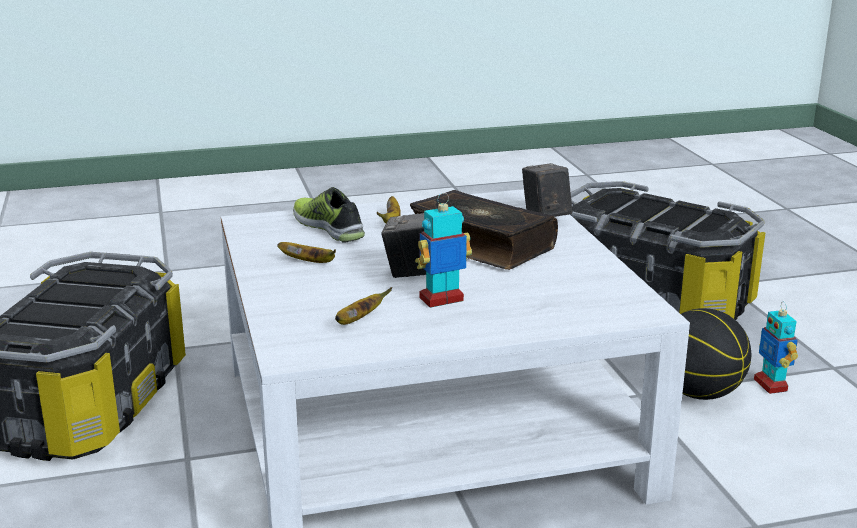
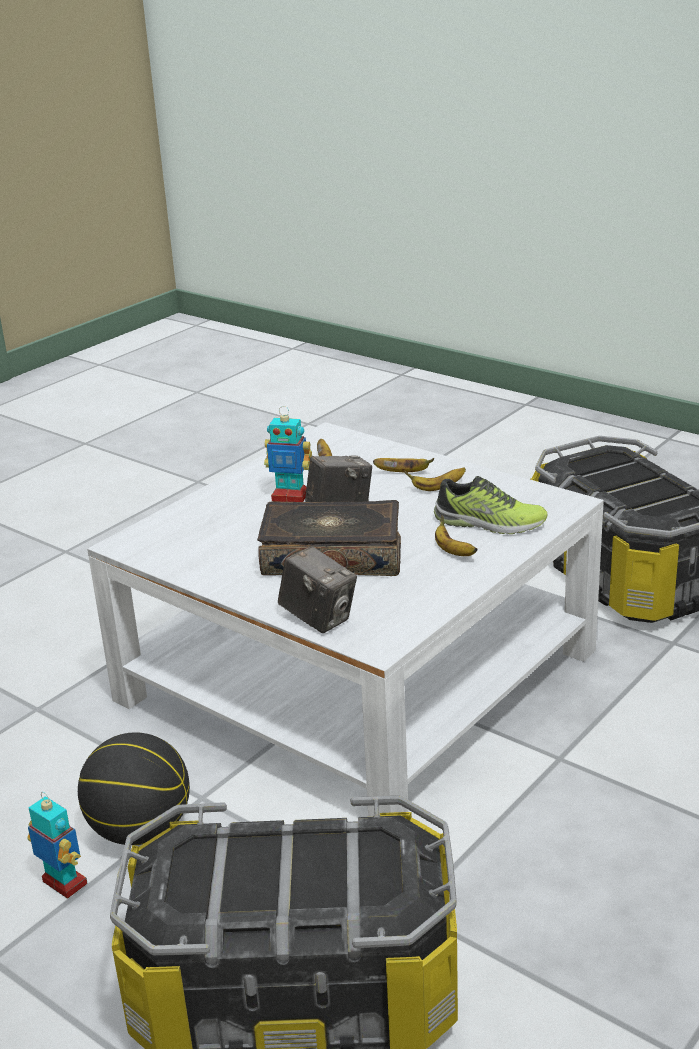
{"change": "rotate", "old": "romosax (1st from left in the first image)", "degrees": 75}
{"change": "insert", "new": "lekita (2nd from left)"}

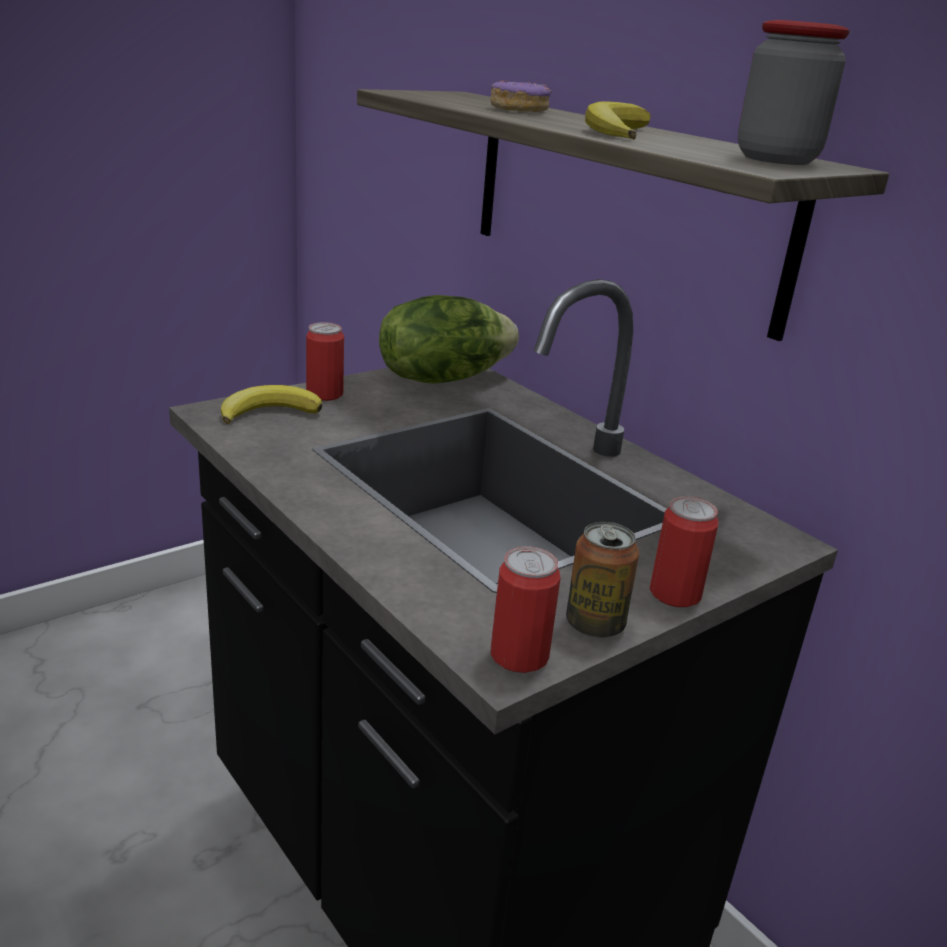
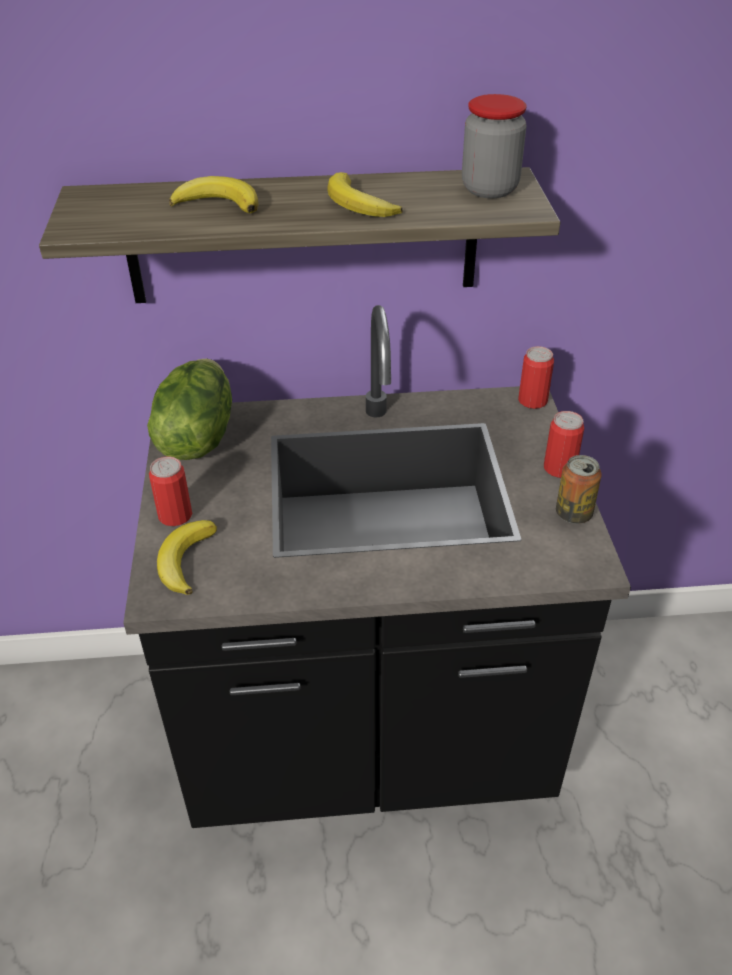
{"change": "replace", "old": "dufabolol", "new": "lekita (2nd from left)"}
{"change": "move", "old": "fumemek (2nd from left)"}

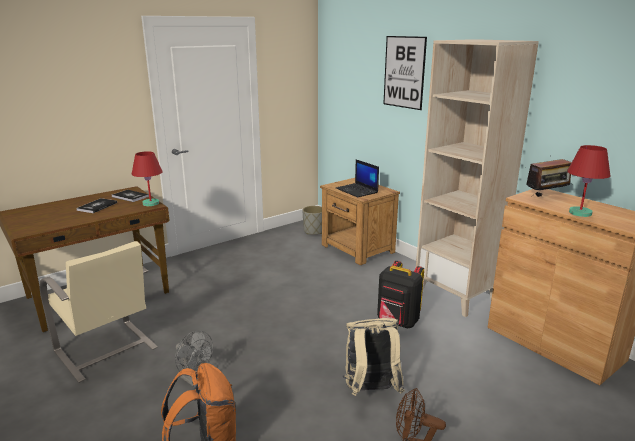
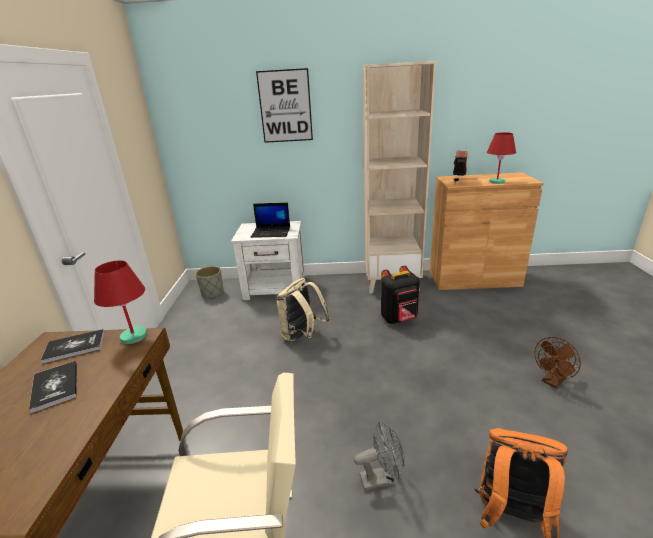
{"change": "recolor", "old": "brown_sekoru", "new": "white_sekoru"}
{"change": "move", "old": "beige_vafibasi"}

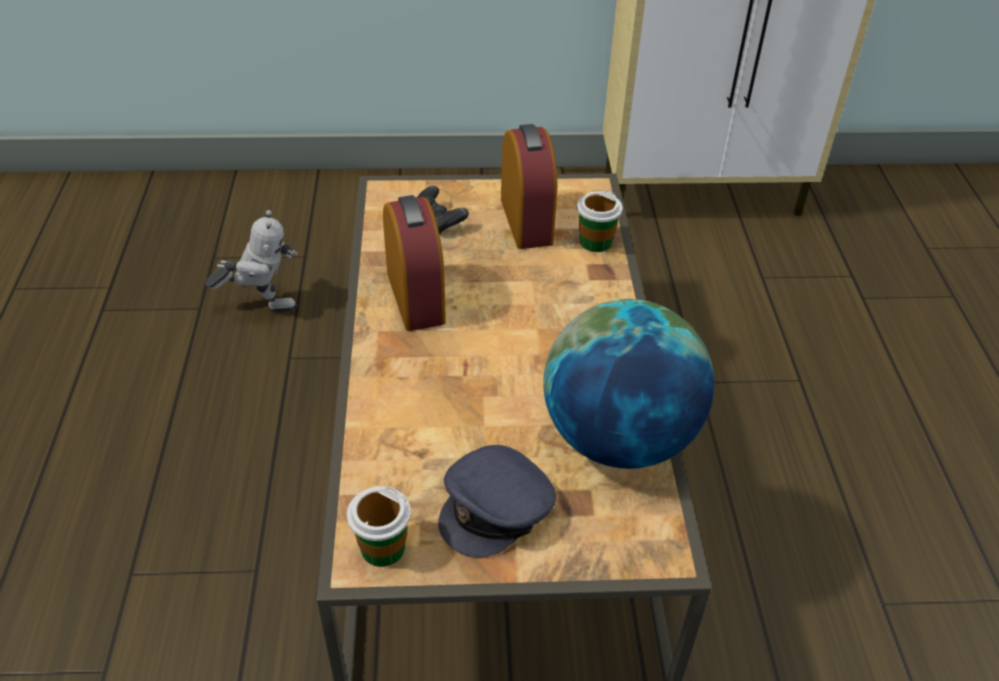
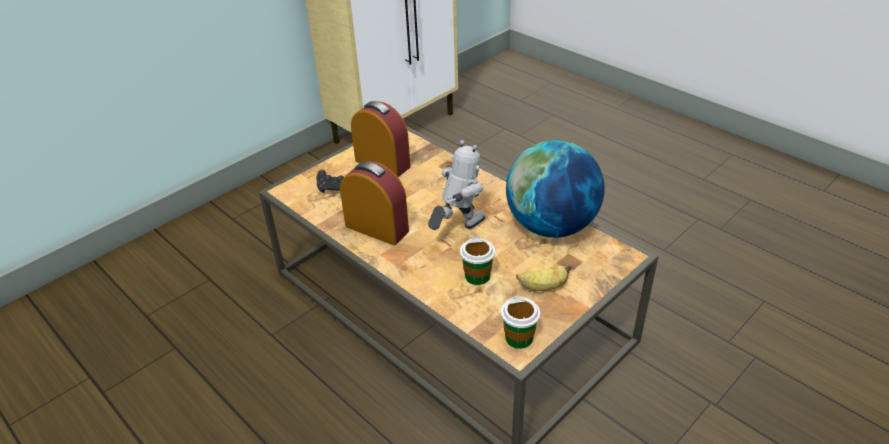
{"change": "move", "old": "romosax"}
{"change": "move", "old": "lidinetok (2nd from left in the first image)", "new": "lidinetok (1st from left)"}
{"change": "replace", "old": "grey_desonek", "new": "lekita"}

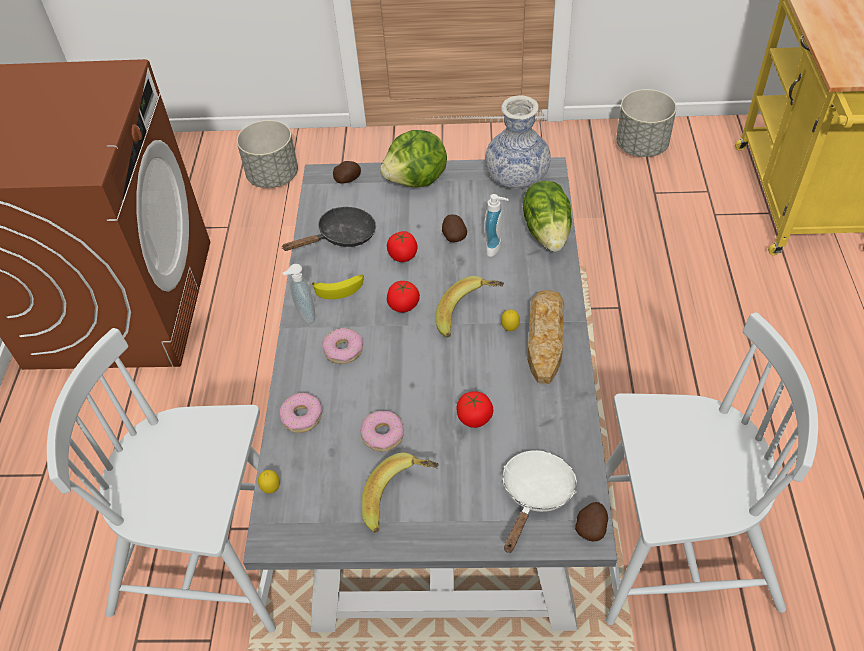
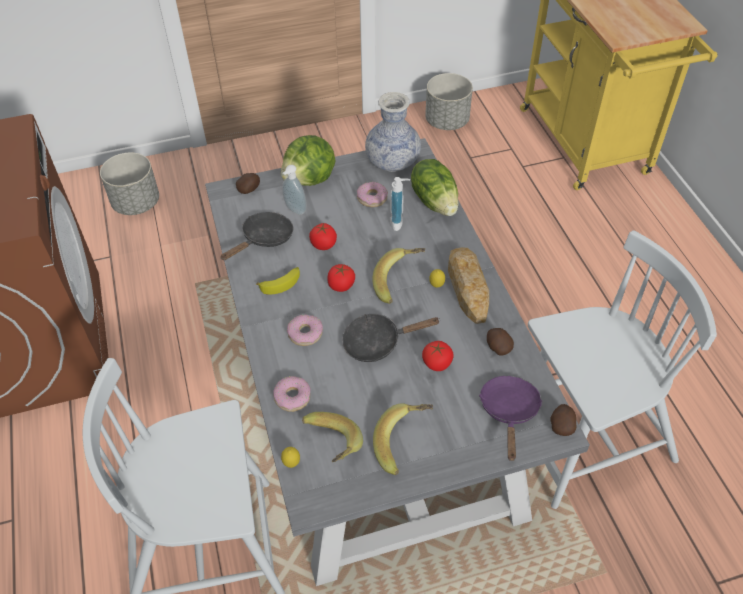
{"change": "move", "old": "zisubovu (1st from left)"}
{"change": "insert", "new": "lekita (2nd from left)"}
{"change": "insert", "new": "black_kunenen (2nd from left)"}
{"change": "move", "old": "dufabolol (3rd from left)"}
{"change": "recolor", "old": "white_kunenen", "new": "purple_kunenen"}
{"change": "move", "old": "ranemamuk (2nd from left)"}

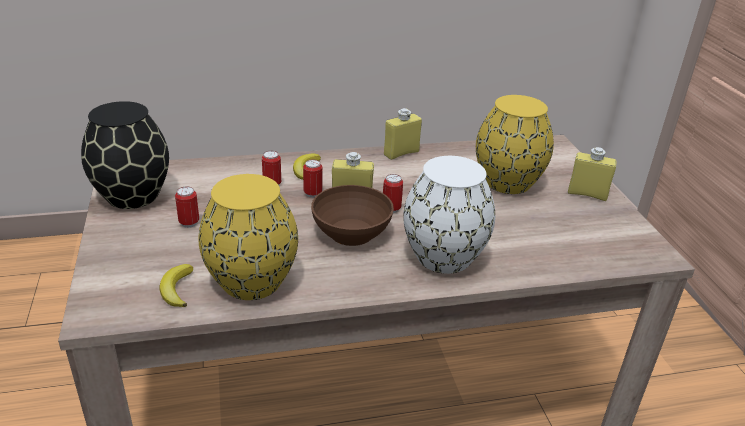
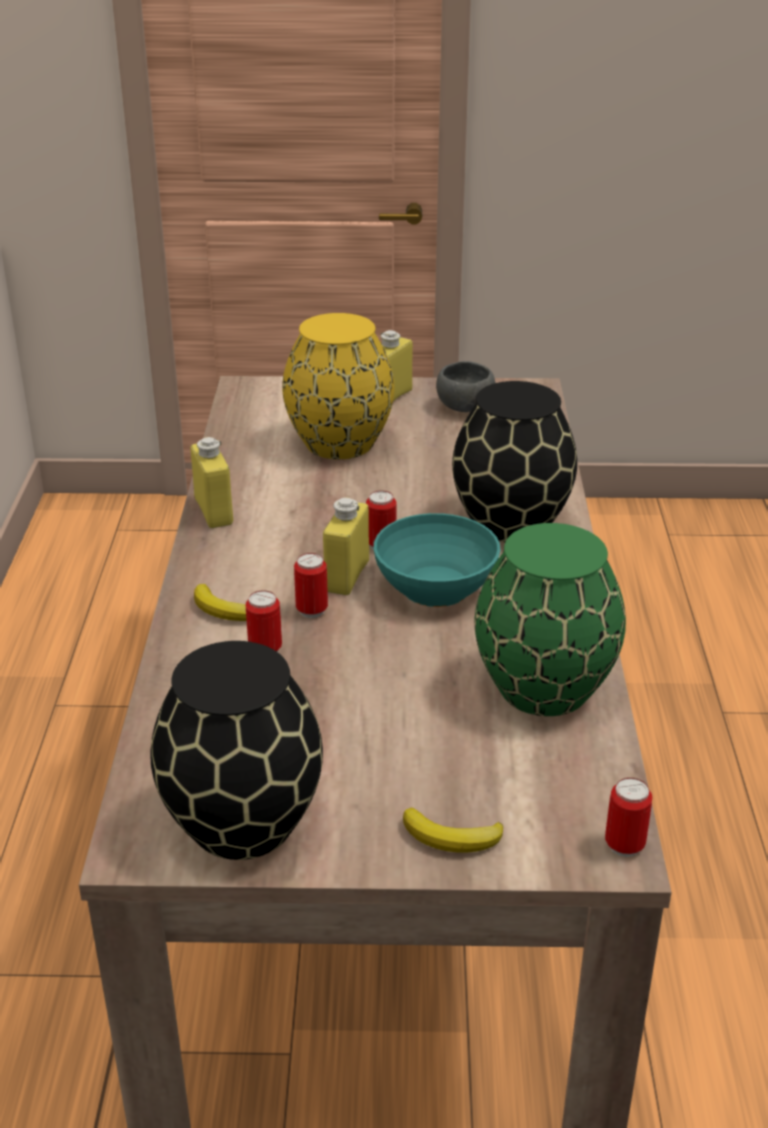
{"change": "recolor", "old": "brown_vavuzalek", "new": "turquoise_vavuzalek"}
{"change": "move", "old": "lekita (1st from left in the first image)", "new": "lekita (2nd from left)"}
{"change": "insert", "new": "grey_vavuzalek"}
{"change": "recolor", "old": "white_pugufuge", "new": "black_pugufuge (2nd from left)"}
{"change": "recolor", "old": "yellow_pugufuge (1st from left)", "new": "green_pugufuge"}
{"change": "move", "old": "fumemek (1st from left in the first image)", "new": "fumemek (4th from left)"}

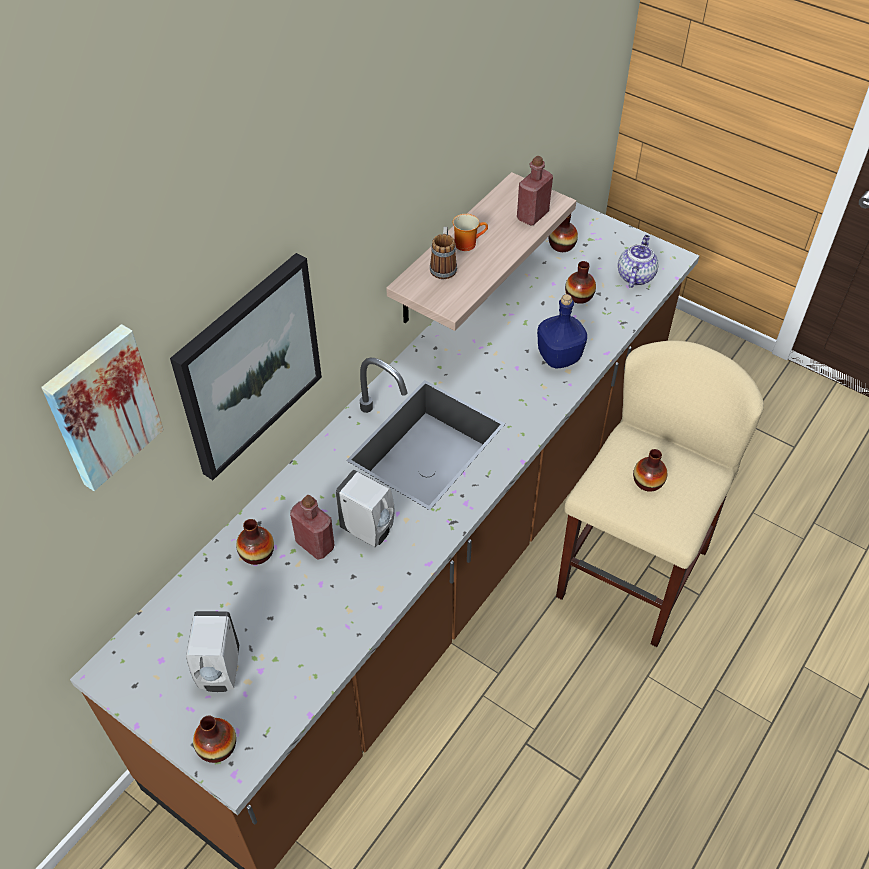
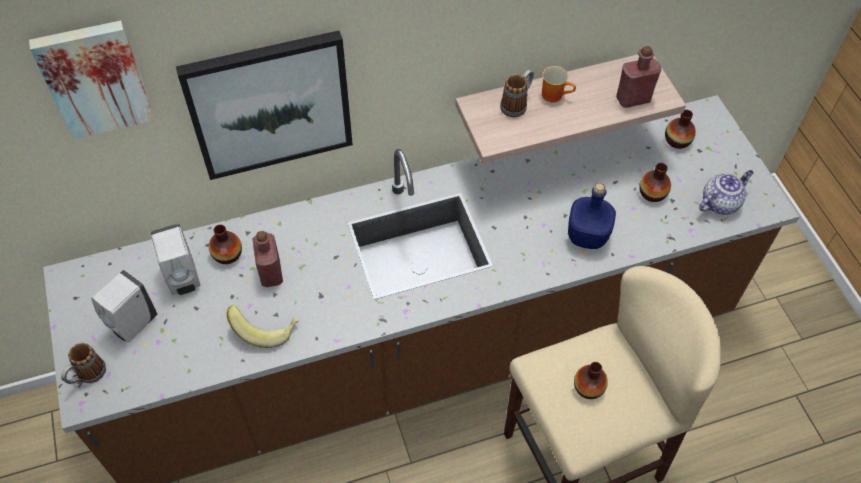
{"change": "replace", "old": "pugufuge (1st from left)", "new": "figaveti (1st from left)"}
{"change": "move", "old": "white_zisubovu (2nd from left)"}
{"change": "insert", "new": "lekita"}

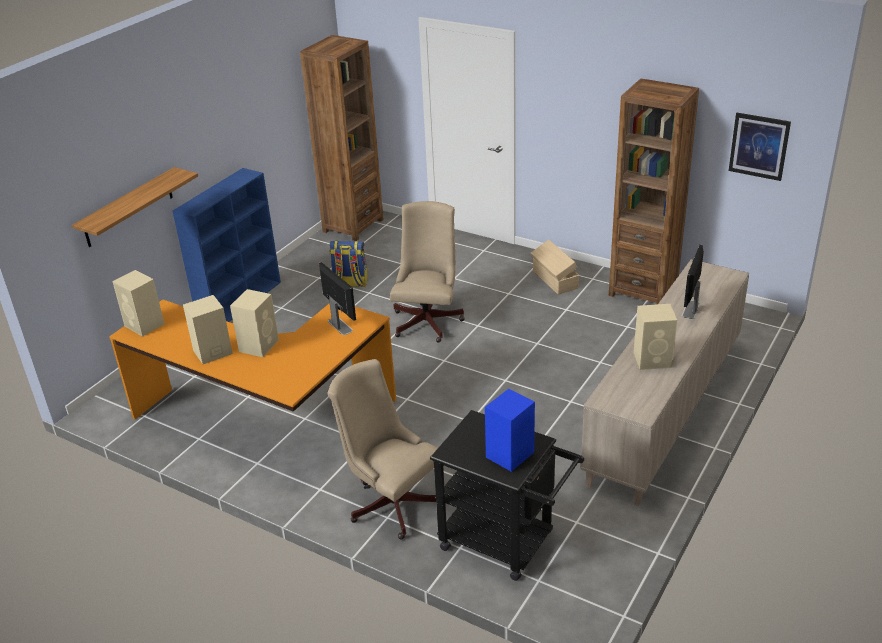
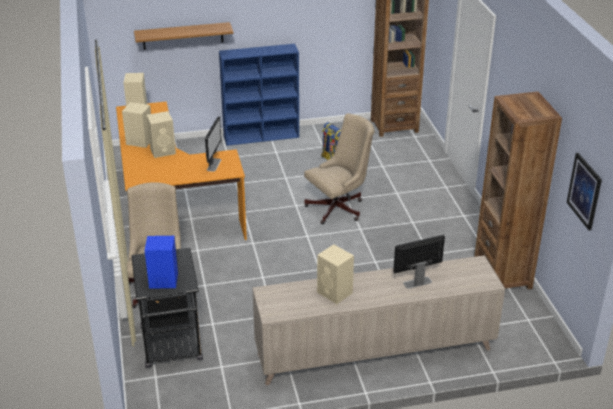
{"change": "delete", "old": "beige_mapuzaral"}

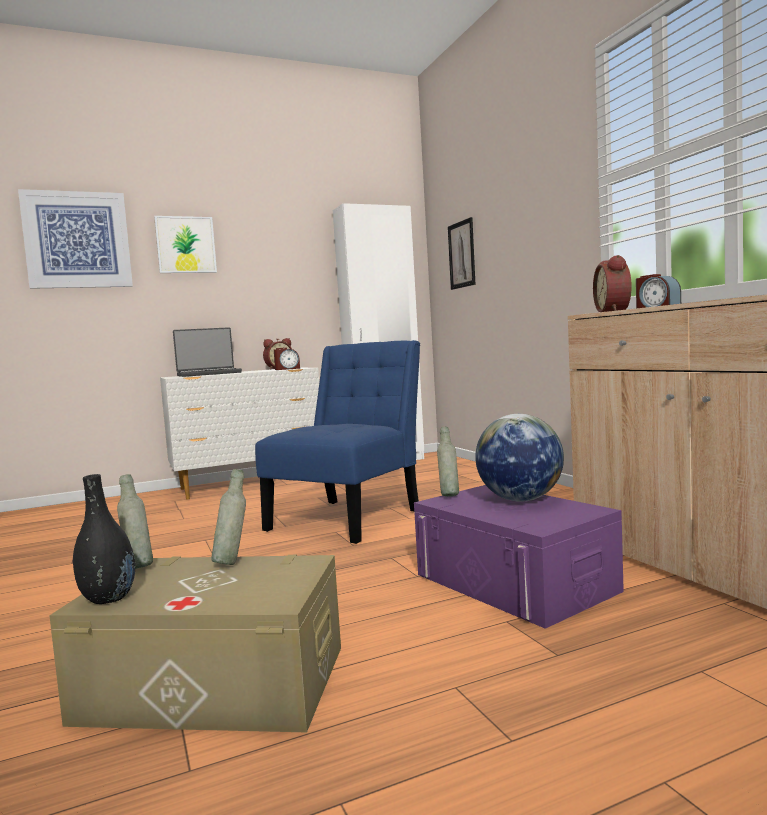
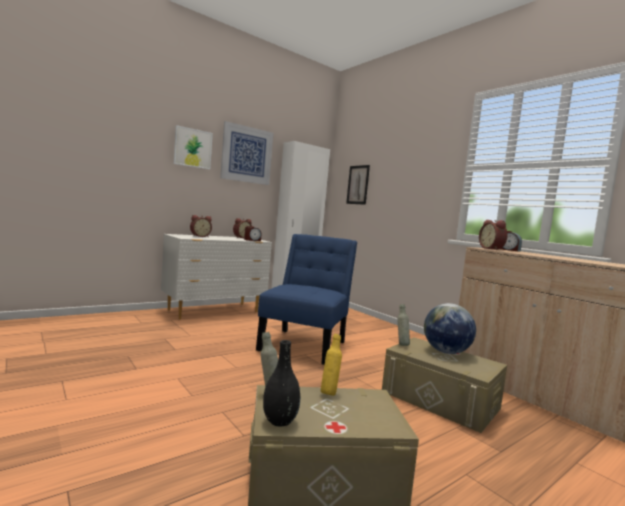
{"change": "replace", "old": "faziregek", "new": "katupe (1st from left)"}
{"change": "move", "old": "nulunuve (1st from left in the first image)", "new": "nulunuve (2nd from left)"}
{"change": "recolor", "old": "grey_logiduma (2nd from left)", "new": "yellow_logiduma"}
{"change": "recolor", "old": "purple_mapuzaral", "new": "beige_mapuzaral (2nd from left)"}

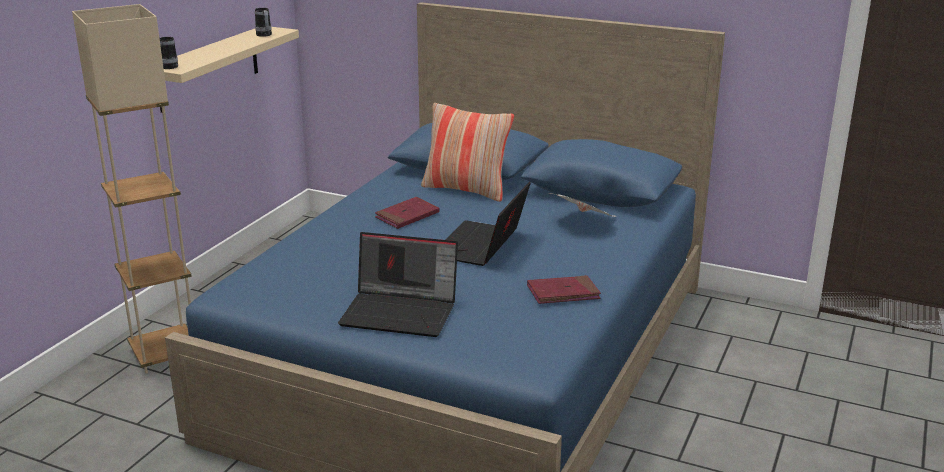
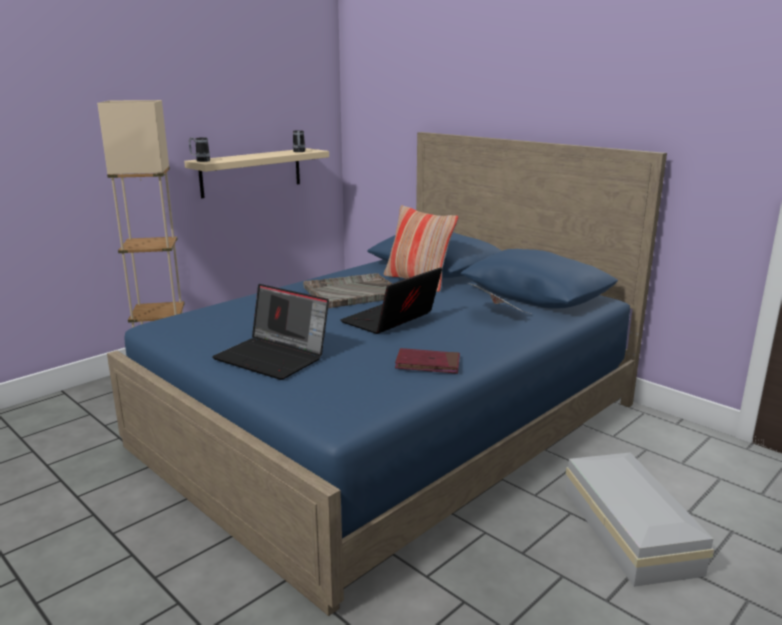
{"change": "replace", "old": "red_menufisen (1st from left)", "new": "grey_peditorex"}
{"change": "insert", "new": "white_mapuzaral"}

